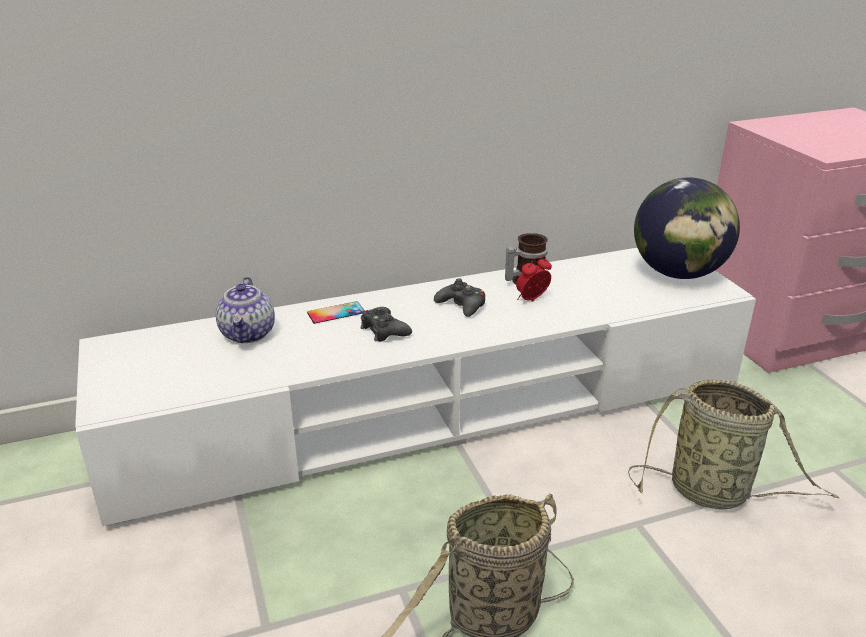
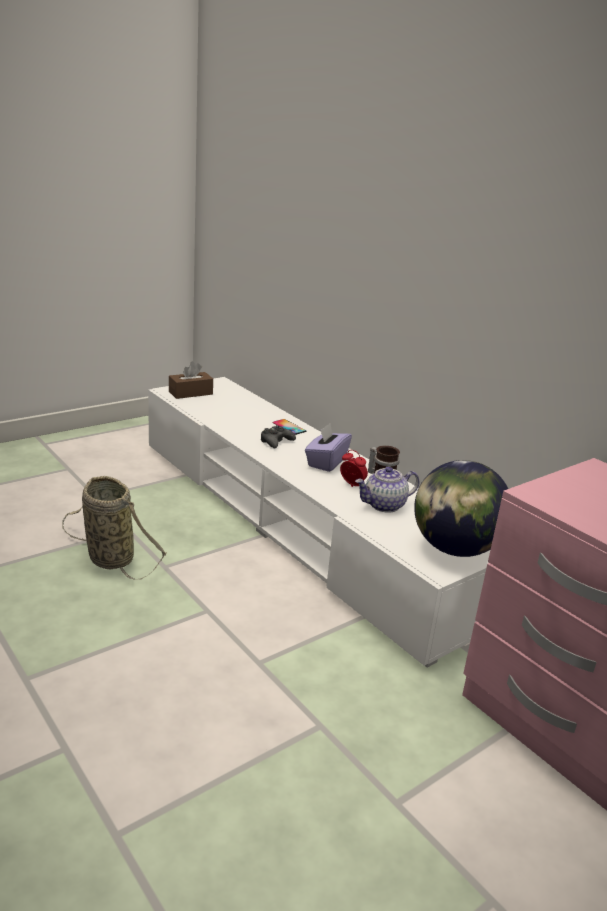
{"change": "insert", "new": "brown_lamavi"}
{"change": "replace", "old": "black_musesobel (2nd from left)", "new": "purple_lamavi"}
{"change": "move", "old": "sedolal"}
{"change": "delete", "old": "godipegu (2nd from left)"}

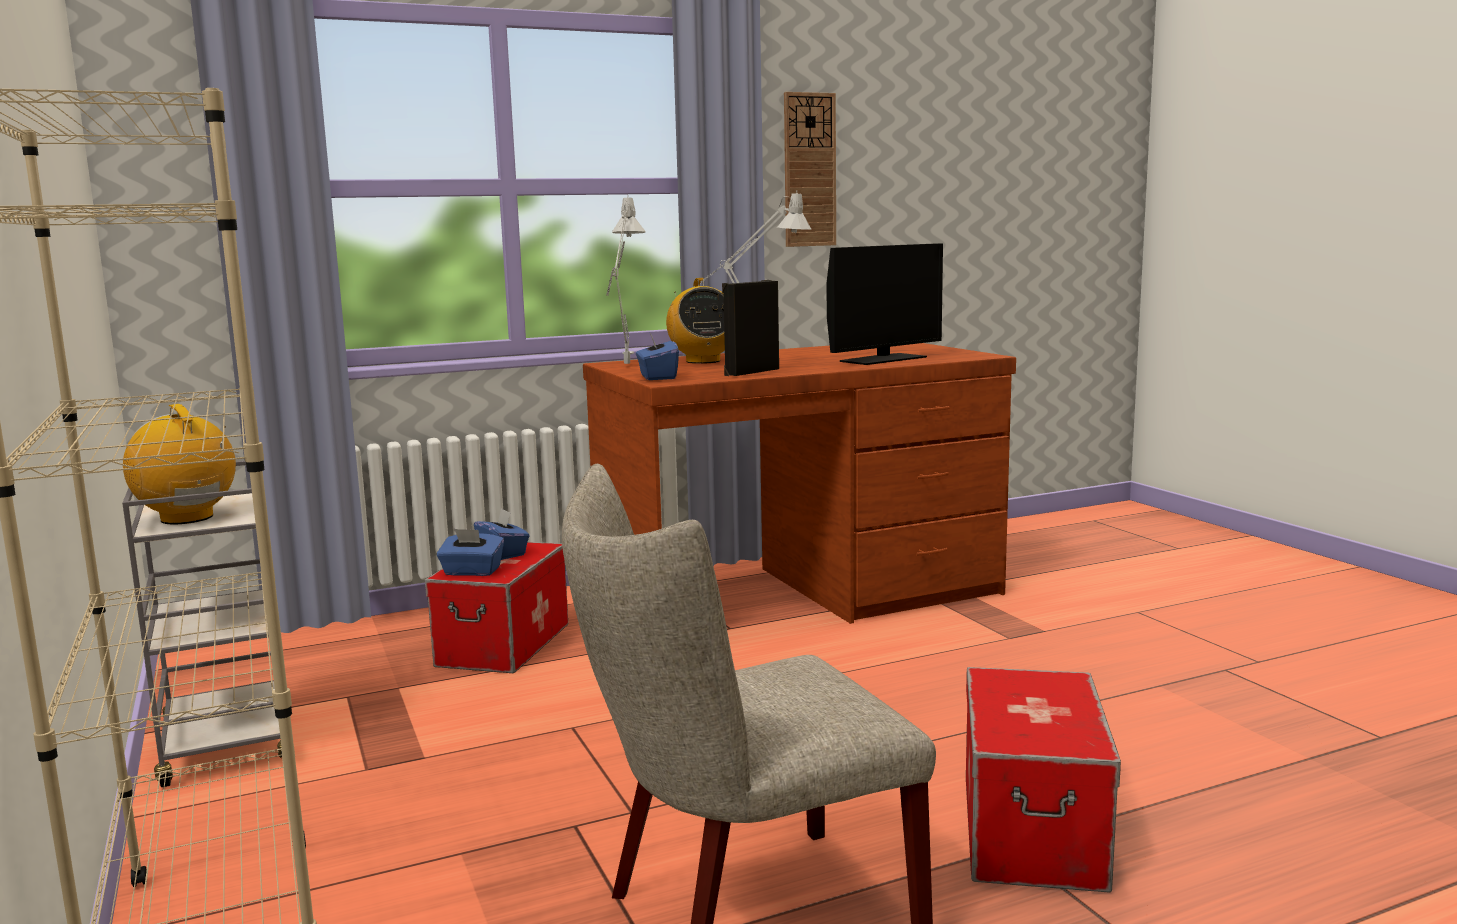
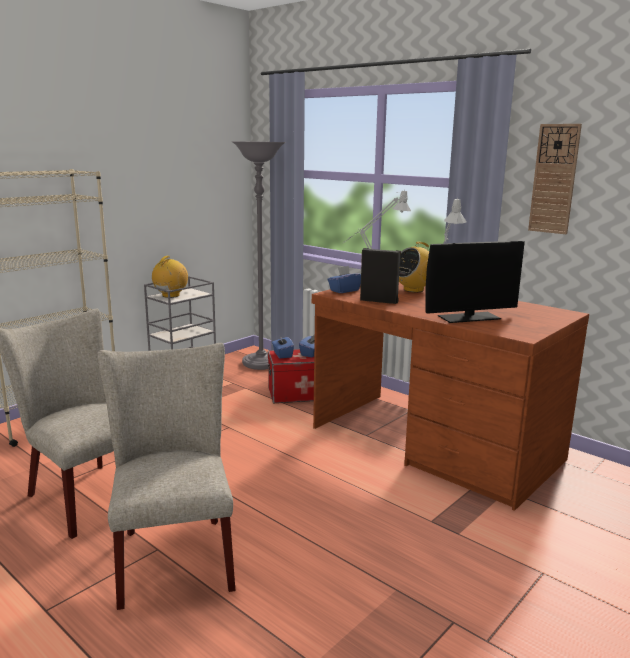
{"change": "replace", "old": "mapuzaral (2nd from left)", "new": "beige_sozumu (2nd from left)"}
{"change": "insert", "new": "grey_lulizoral"}
{"change": "rotate", "old": "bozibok", "degrees": -45}

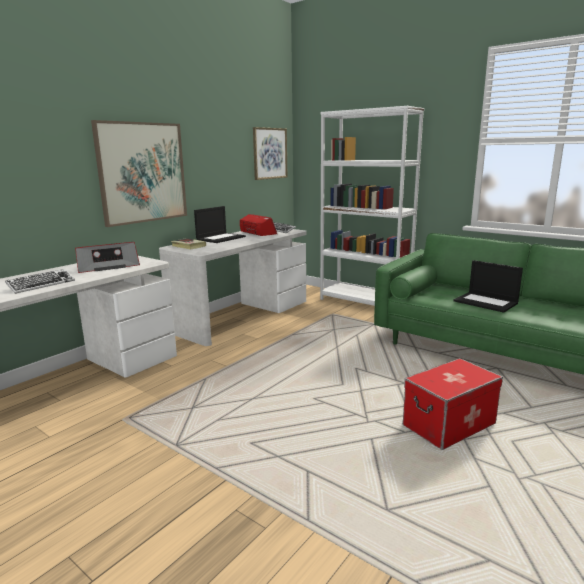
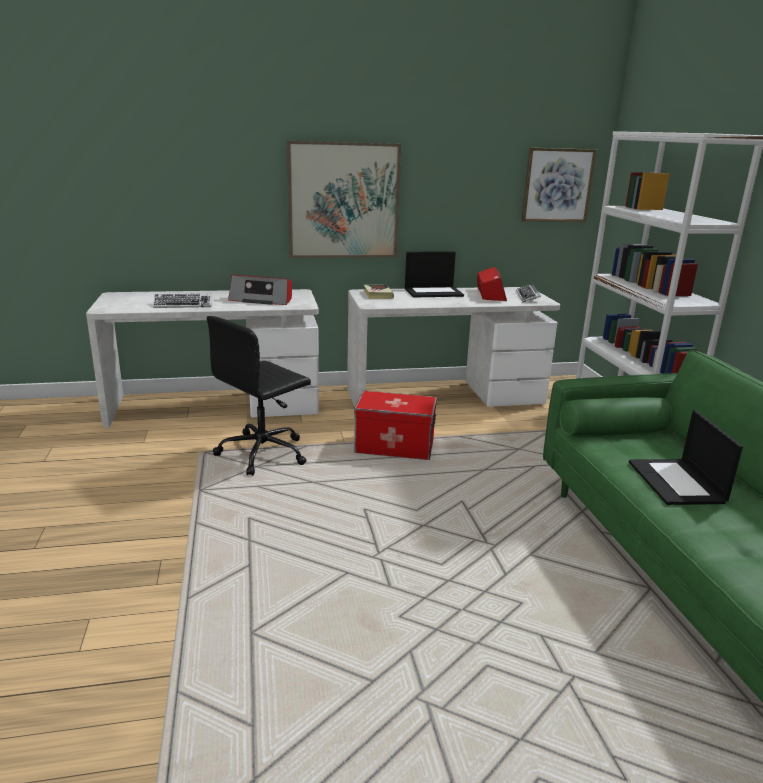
{"change": "insert", "new": "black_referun"}
{"change": "move", "old": "mapuzaral"}

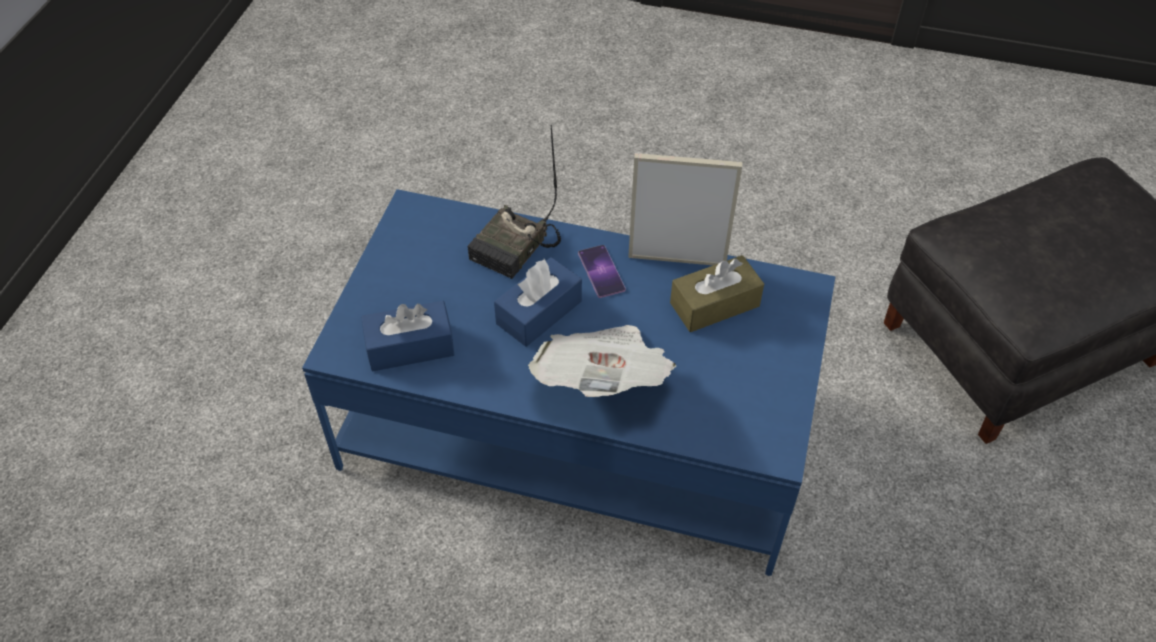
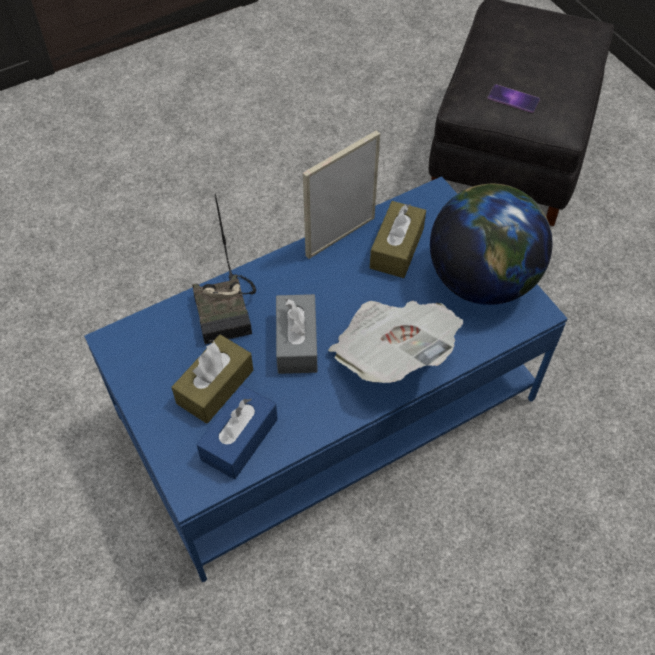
{"change": "insert", "new": "brown_lamavi (1st from left)"}
{"change": "recolor", "old": "blue_lamavi (2nd from left)", "new": "grey_lamavi"}
{"change": "insert", "new": "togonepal"}
{"change": "move", "old": "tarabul"}

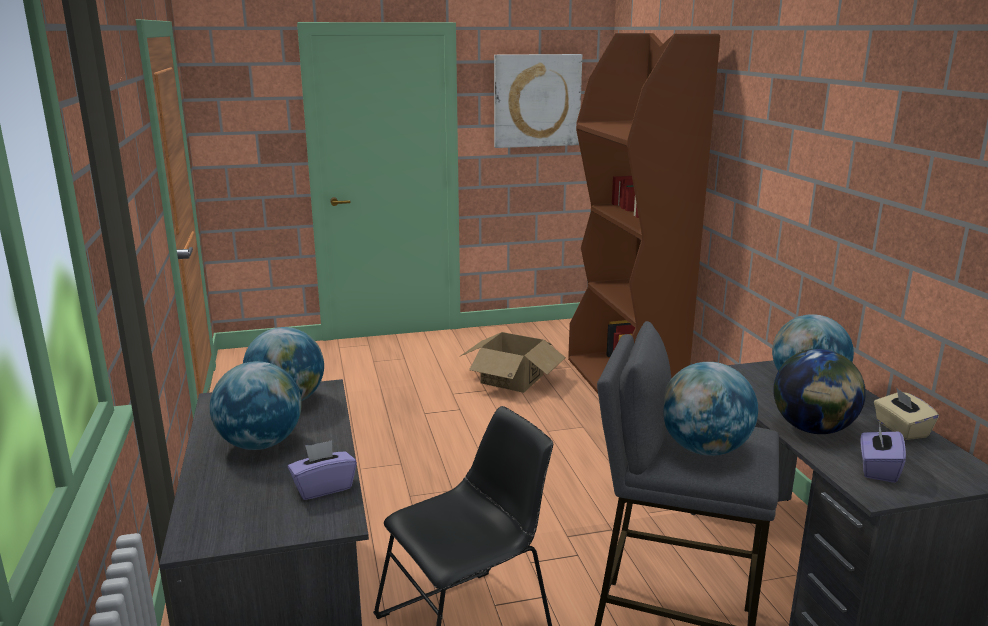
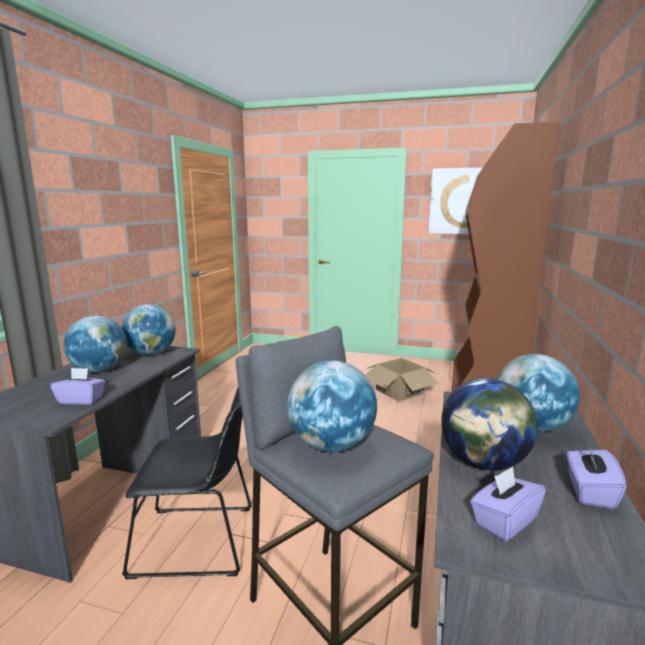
{"change": "recolor", "old": "beige_lamavi", "new": "purple_lamavi (3rd from left)"}

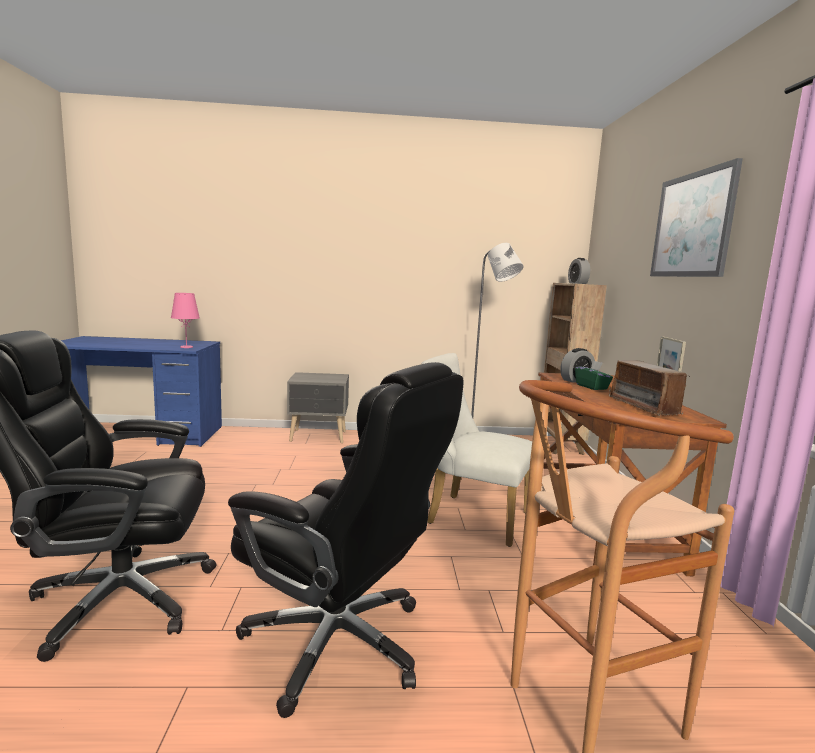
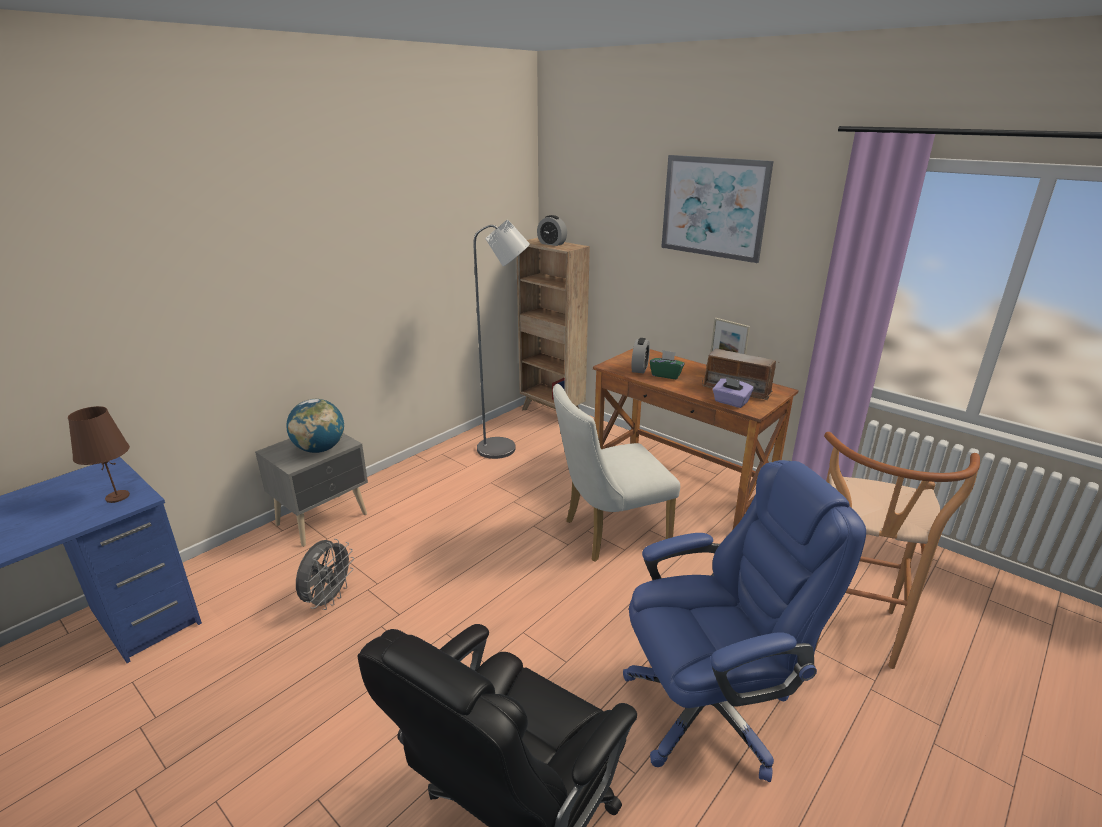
{"change": "recolor", "old": "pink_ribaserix", "new": "brown_ribaserix"}
{"change": "insert", "new": "togonepal"}
{"change": "insert", "new": "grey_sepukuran"}
{"change": "recolor", "old": "black_referun (2nd from left)", "new": "blue_referun"}
{"change": "insert", "new": "purple_lamavi"}

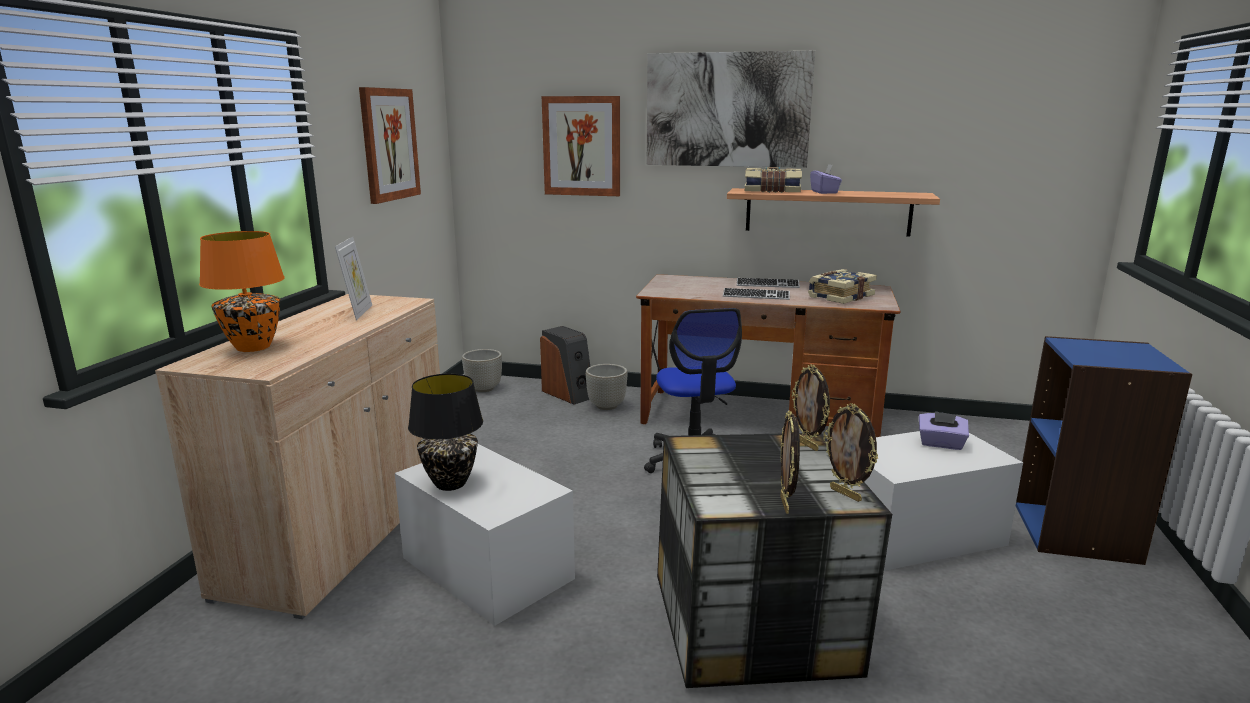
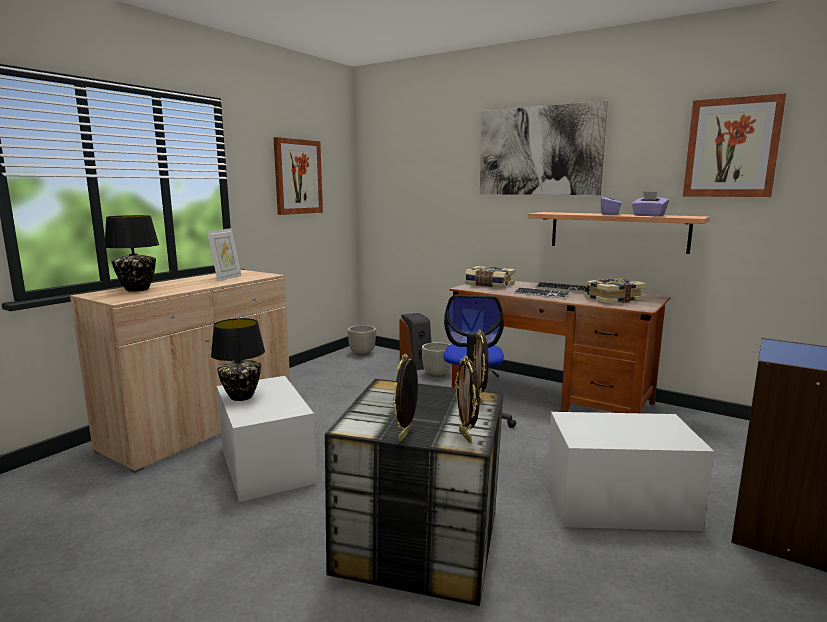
{"change": "recolor", "old": "orange_ribaserix", "new": "black_ribaserix (1st from left)"}
{"change": "move", "old": "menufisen (1st from left)"}
{"change": "move", "old": "purple_lamavi (2nd from left)"}
{"change": "move", "old": "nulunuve (2nd from left in the first image)", "new": "nulunuve (3rd from left)"}

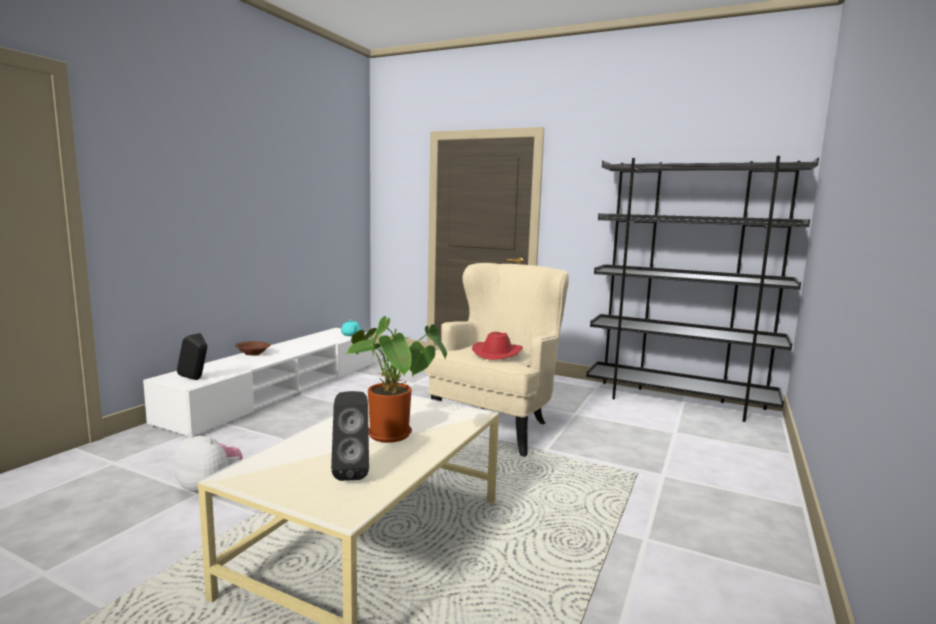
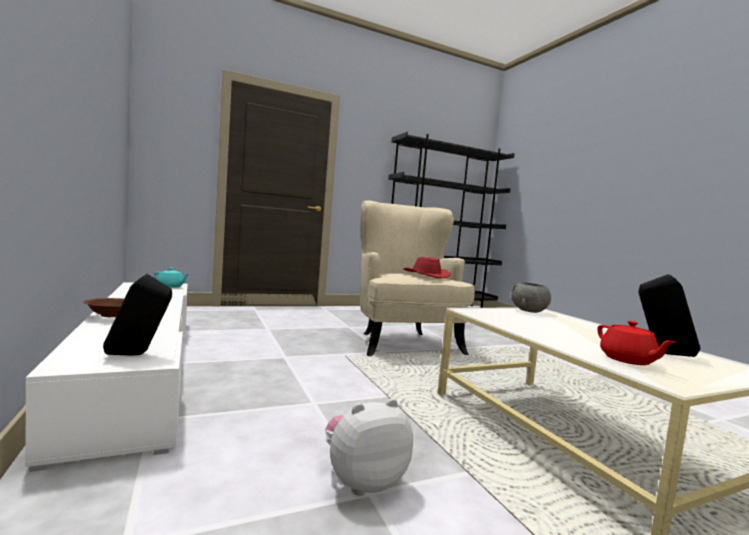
{"change": "insert", "new": "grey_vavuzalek"}
{"change": "insert", "new": "red_sedolal"}
{"change": "delete", "old": "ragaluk"}

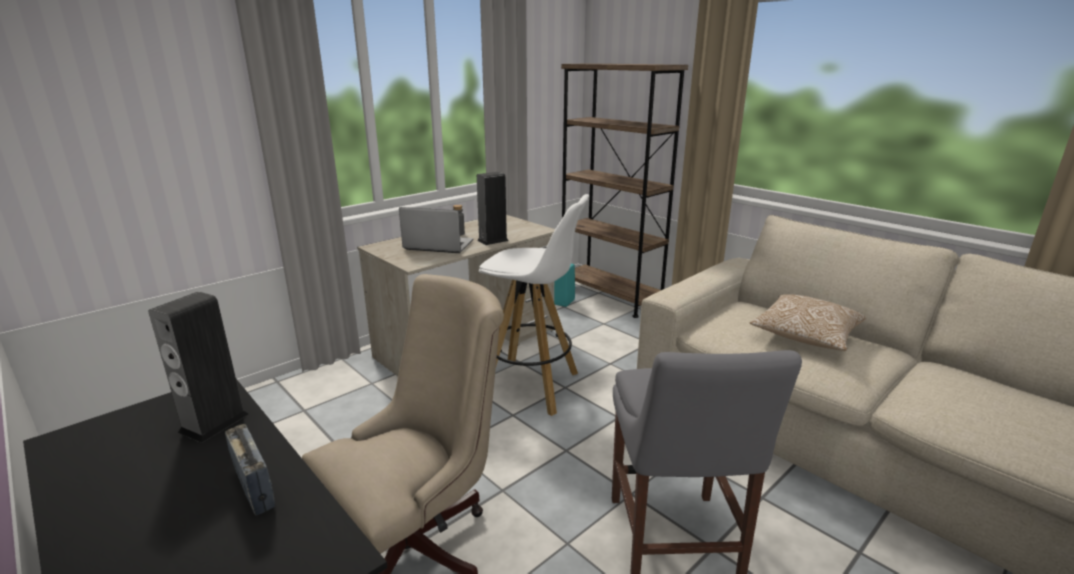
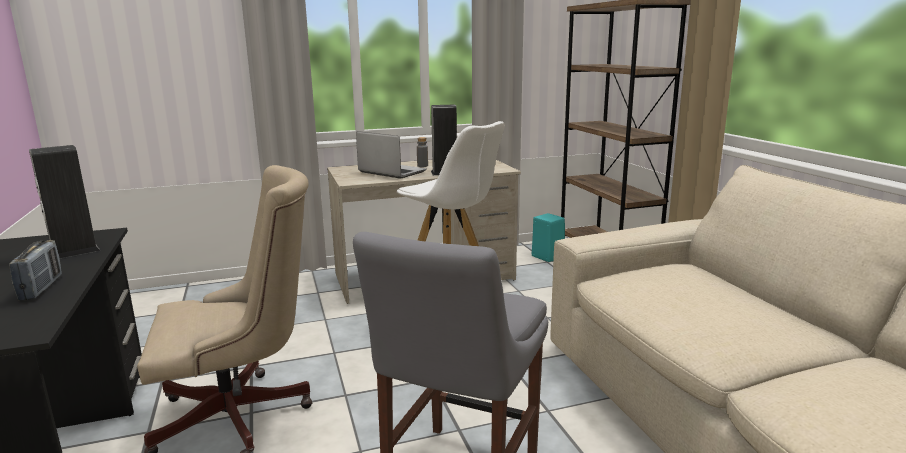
{"change": "delete", "old": "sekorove"}

